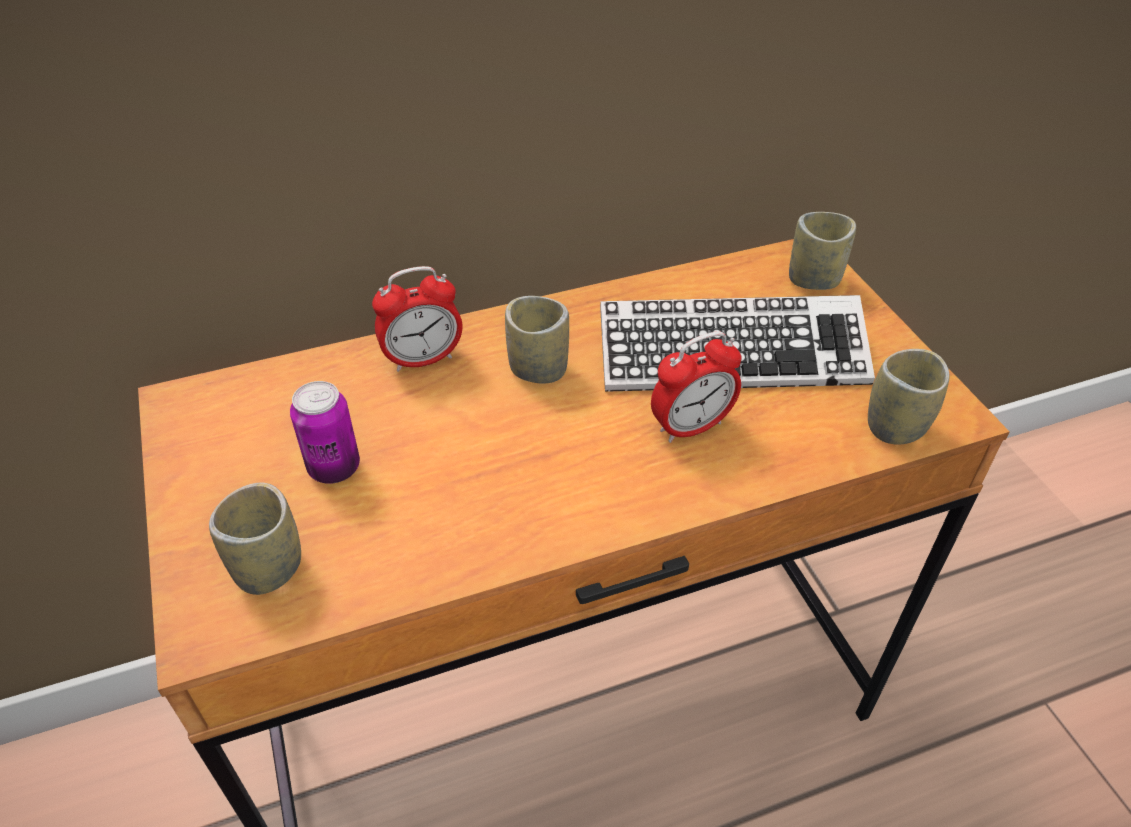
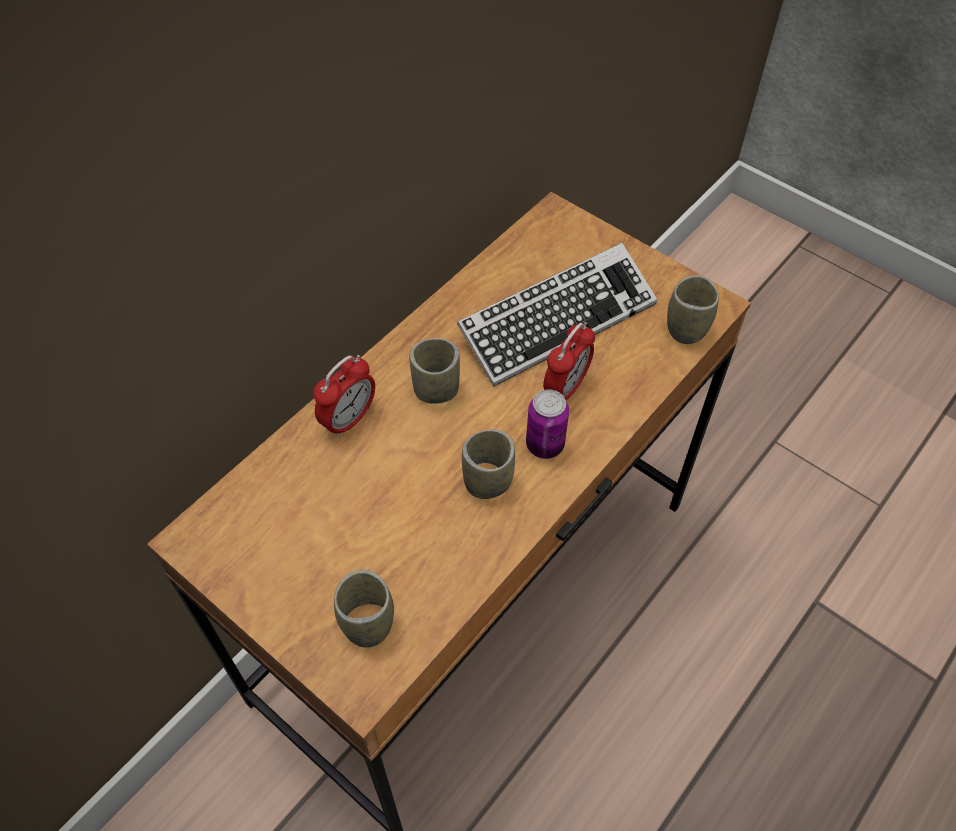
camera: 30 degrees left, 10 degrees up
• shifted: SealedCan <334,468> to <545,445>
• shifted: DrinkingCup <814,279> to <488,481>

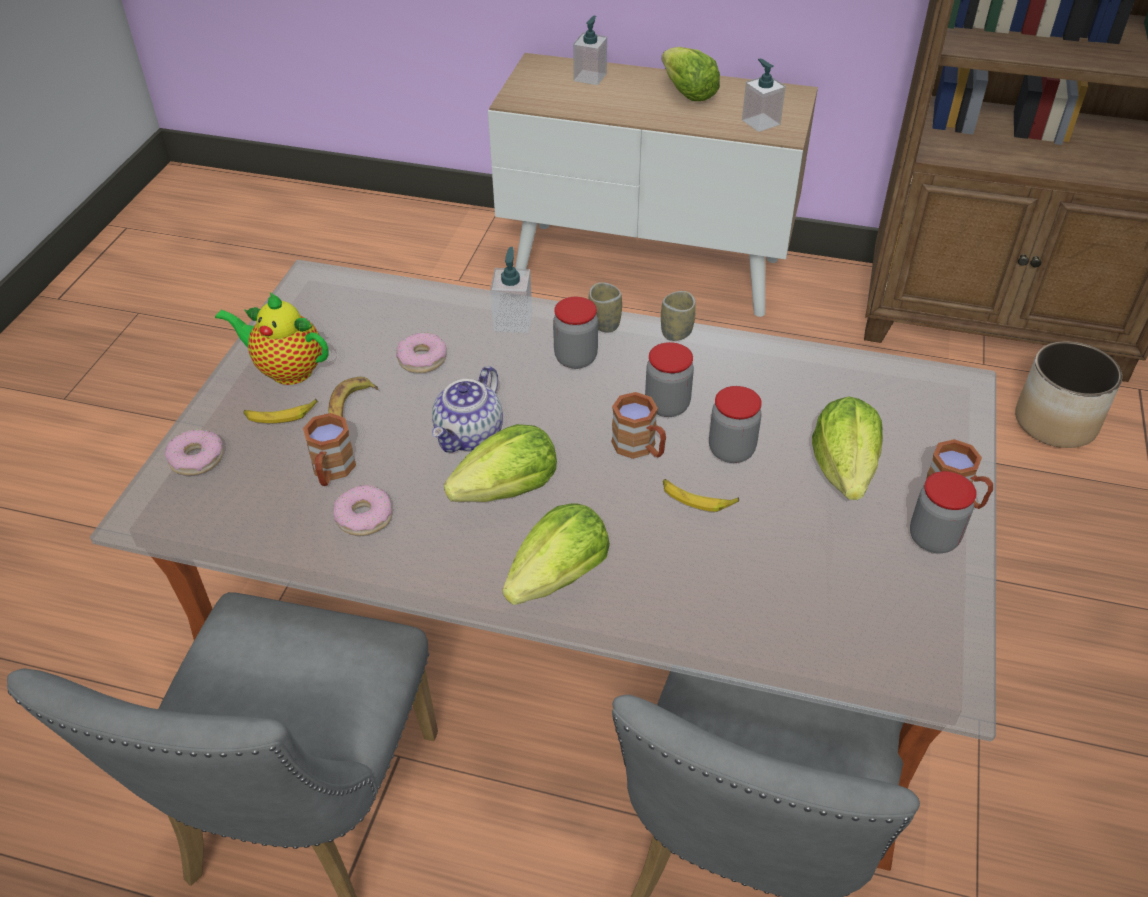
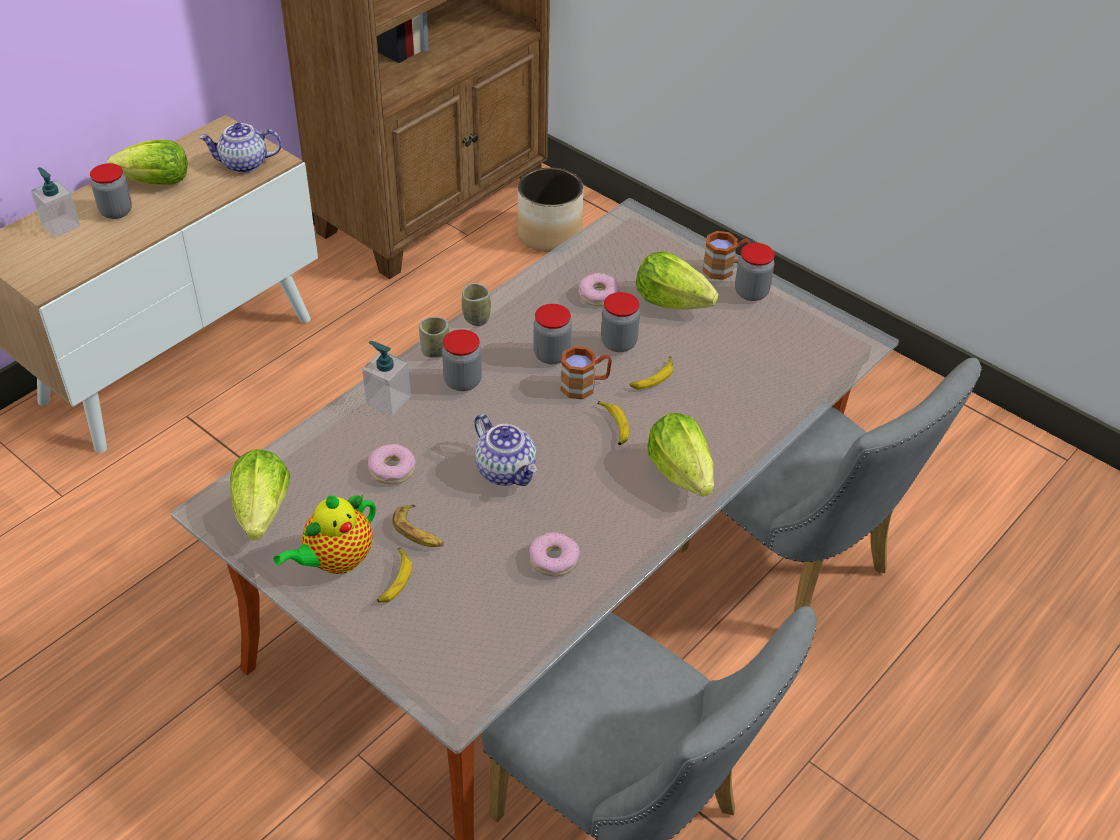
camera: 65 degrees left, 0 degrees up
• shifted: RingDoughnut <196,458> to <598,295>
• gone: BrownMug <331,471>
• shifted: LettuceHead <508,491> to <263,511>
• swapped: LiquidSoapBottle <760,122> to PotForTea <244,164>
• new: PreserveJar <116,211>
• new: WholeBanana <614,426>

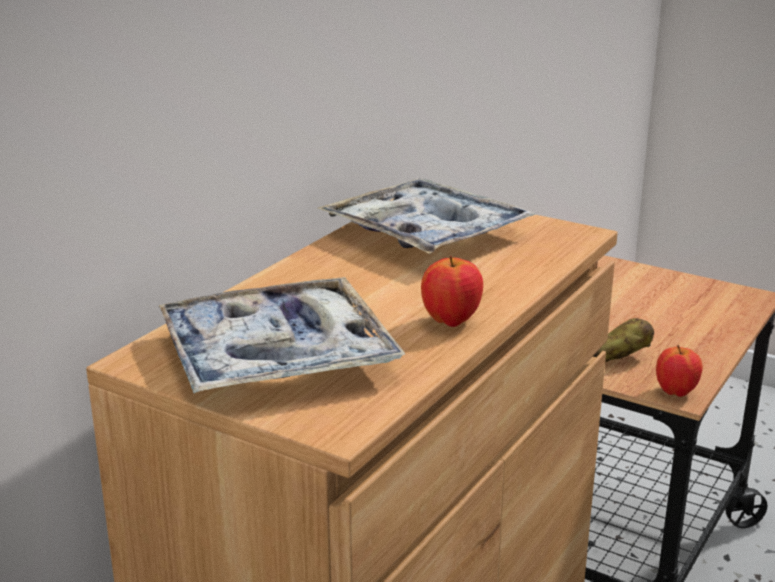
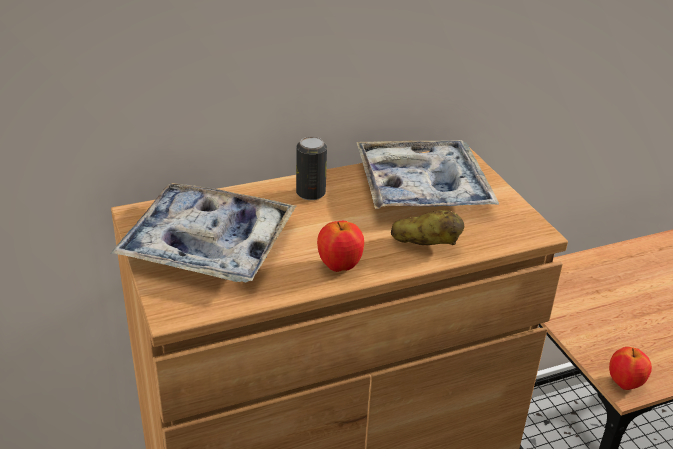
camera: 35 degrees right, 10 degrees up
• shifted: Potato <619,357> to <426,244>
• new: SealedCan <310,193>

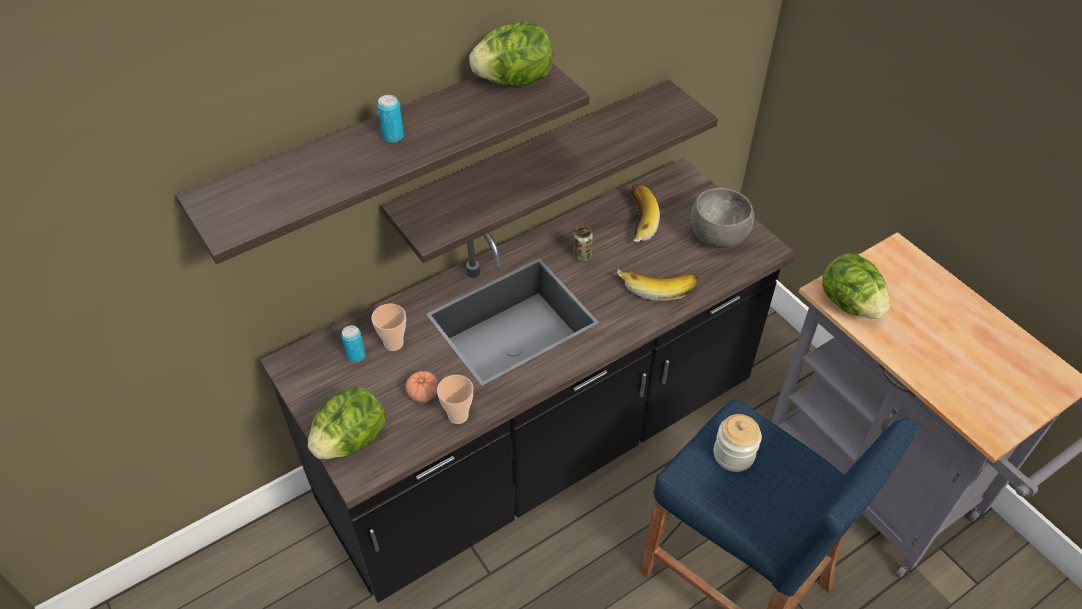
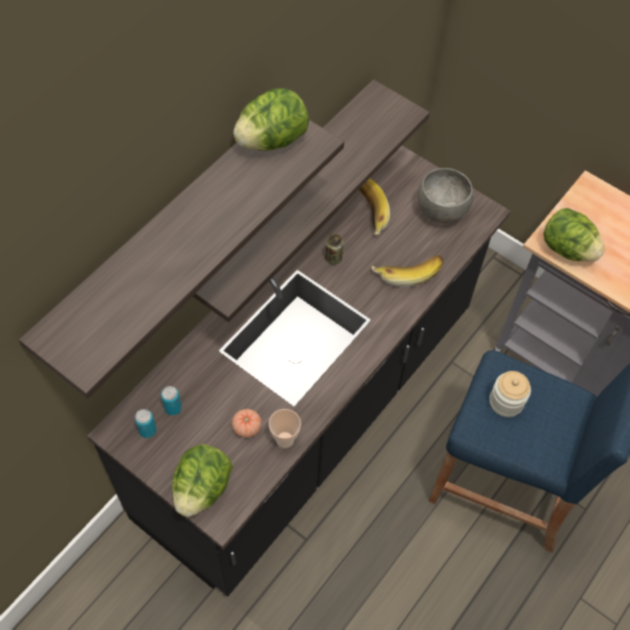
camera: 20 degrees left, 10 degrees up
• gone: DrinkingCup <393,343>
• shifted: SealedCan <393,136> to <147,430>

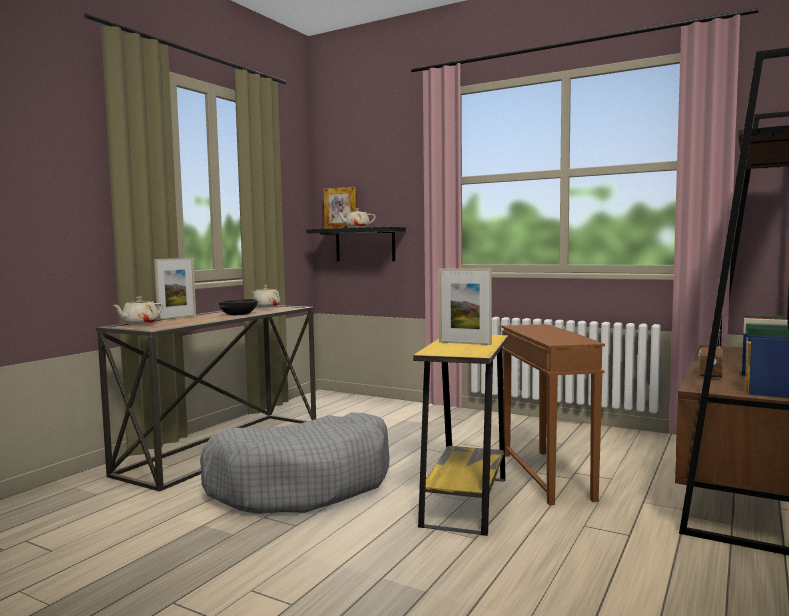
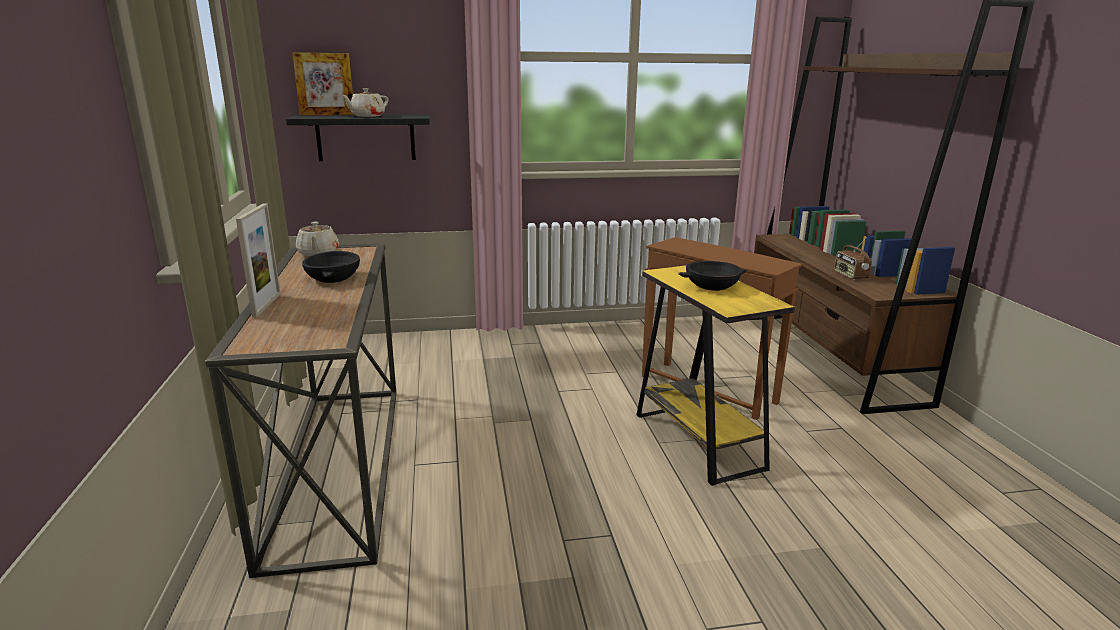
camera: 40 degrees left, 15 degrees up
• gone: BeigeColouredPotForTea <139,324>
• gone: GreyishDogCushion <303,484>
• swapped: StandingFrame <465,343> to BlackDeepDish <712,286>

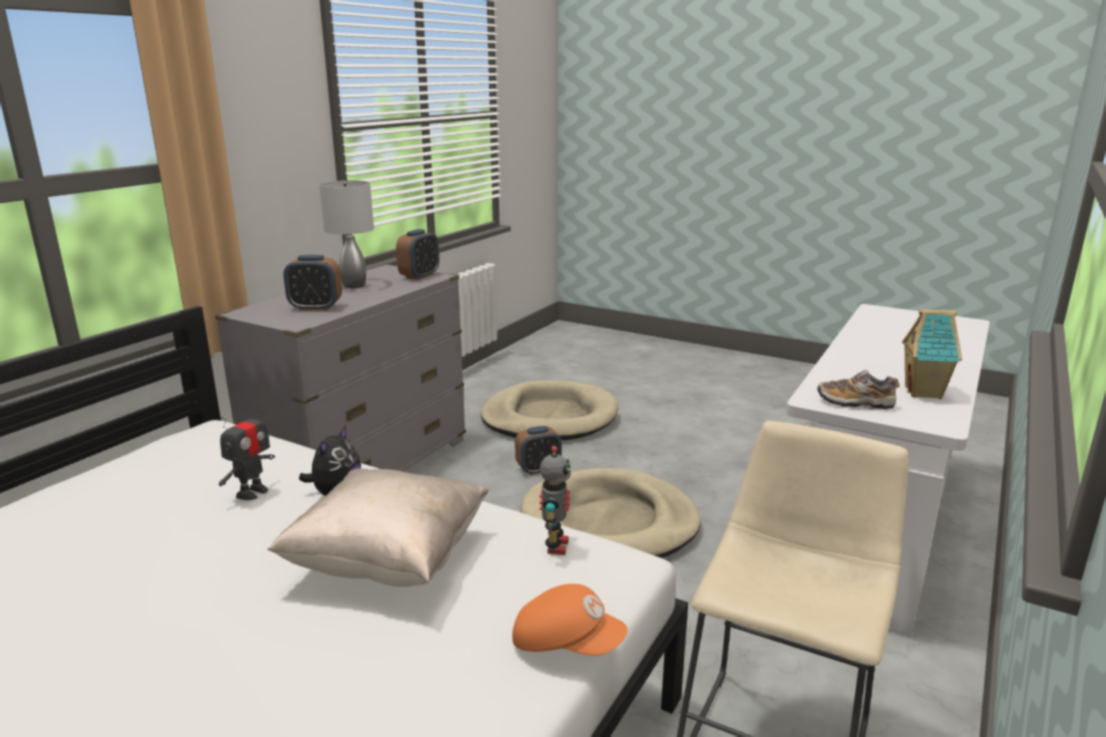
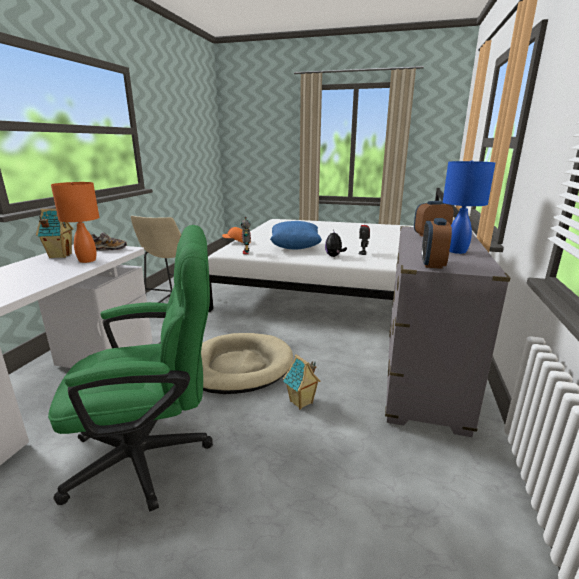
camera: 165 degrees right, 0 degrees up
• repainted: BeigeColouredThrowPillow <389,561> to BlueThrowPillow <295,247>
• repainted: GreyishLampForATable <354,285> to BlueLampForATable <457,251>
• gone: BeigeColouredDogCushion <549,417>
• swapped: TableClock <538,469> to ToyHouse <301,402>
• new: GreenDeskChair <153,455>
• new: OrangeLampForATable <88,260>

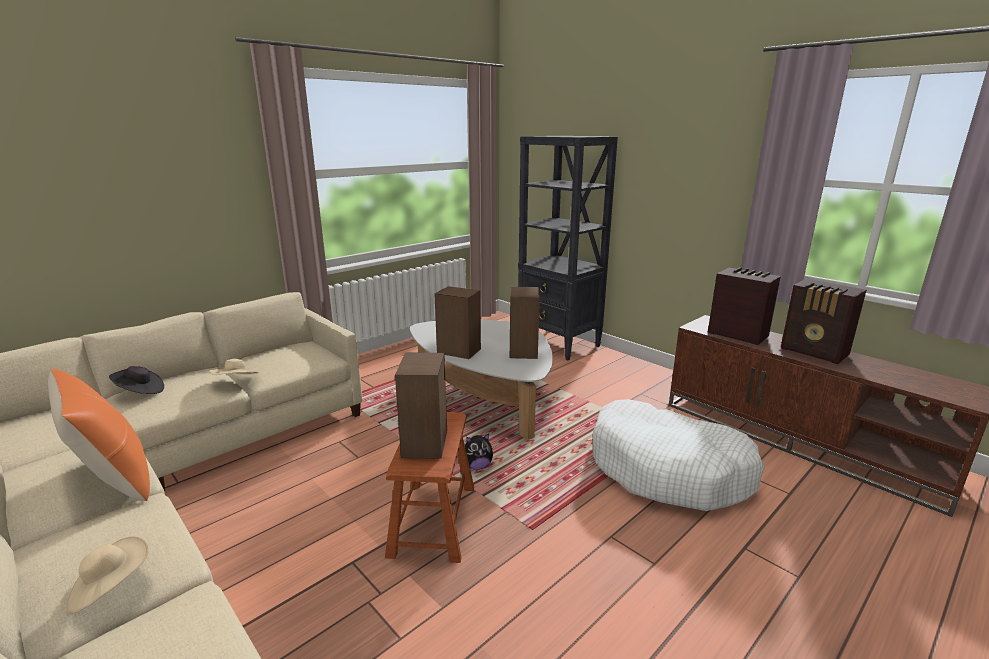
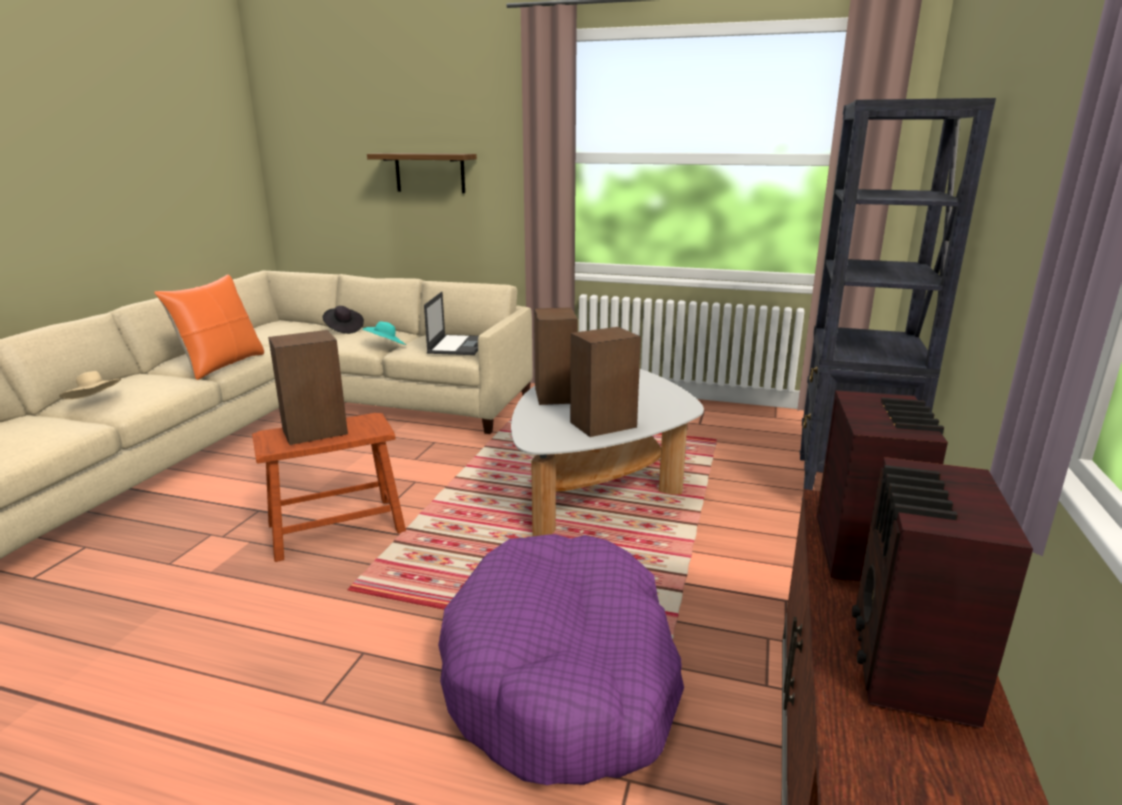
camera: 60 degrees right, 0 degrees up
• repainted: BeigeColouredClothingHat <236,382> to BlueGreenClothingHat <386,346>
• gone: CuddlyToy <477,466>
• repainted: WhitishDogCushion <668,469> to PurpleDogCushion <563,677>
• new: Shelf <430,173>
• new: PortableComputer <458,345>

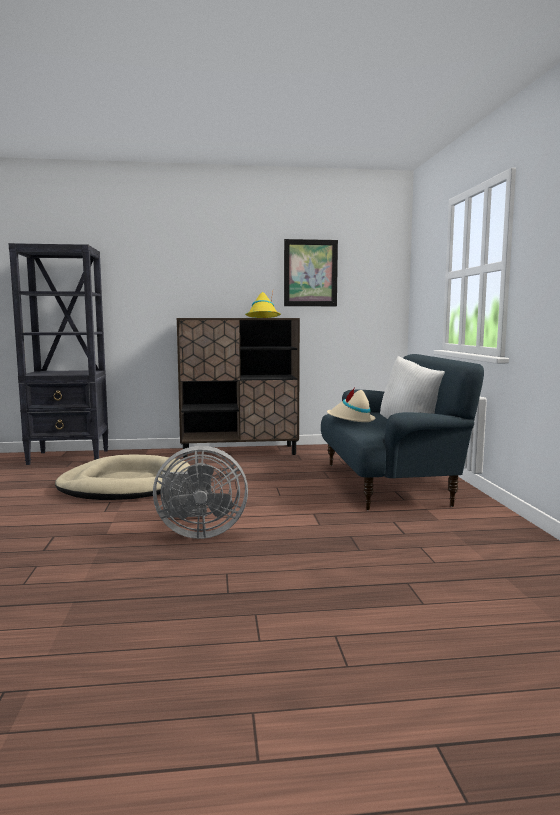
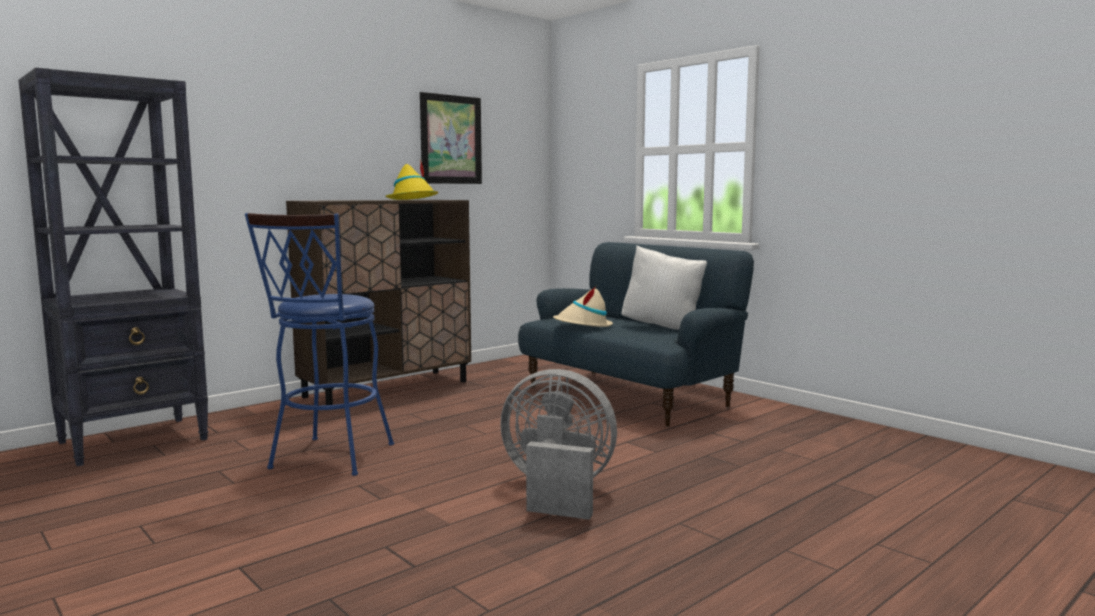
camera: 35 degrees left, 0 degrees up
• swapped: BeigeColouredDogCushion <125,484> to BlueStool <327,459>
• rotated: GreyishCoolingFan <198,532> = <557,491> 120 degrees counterclockwise

